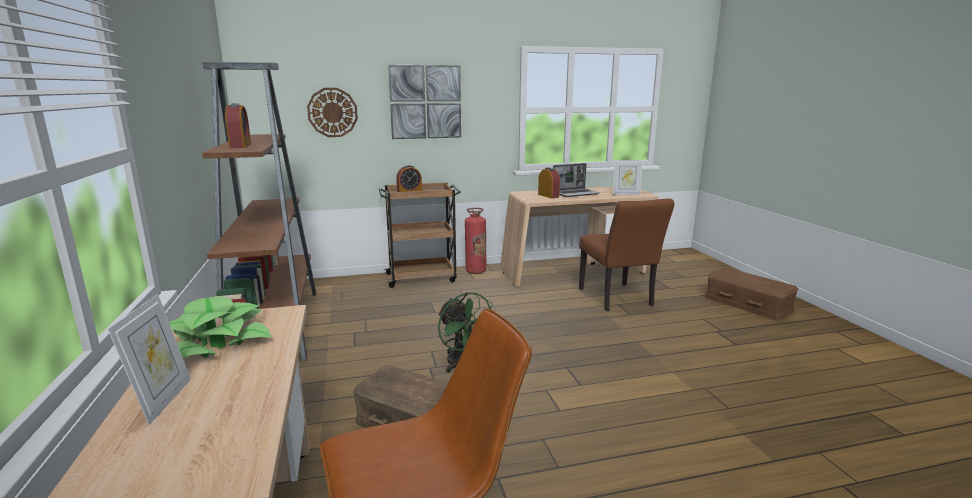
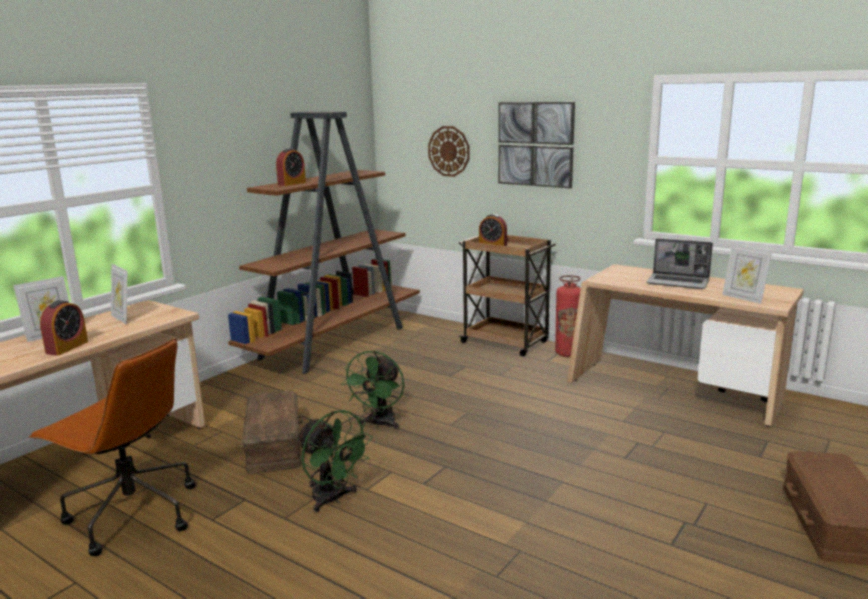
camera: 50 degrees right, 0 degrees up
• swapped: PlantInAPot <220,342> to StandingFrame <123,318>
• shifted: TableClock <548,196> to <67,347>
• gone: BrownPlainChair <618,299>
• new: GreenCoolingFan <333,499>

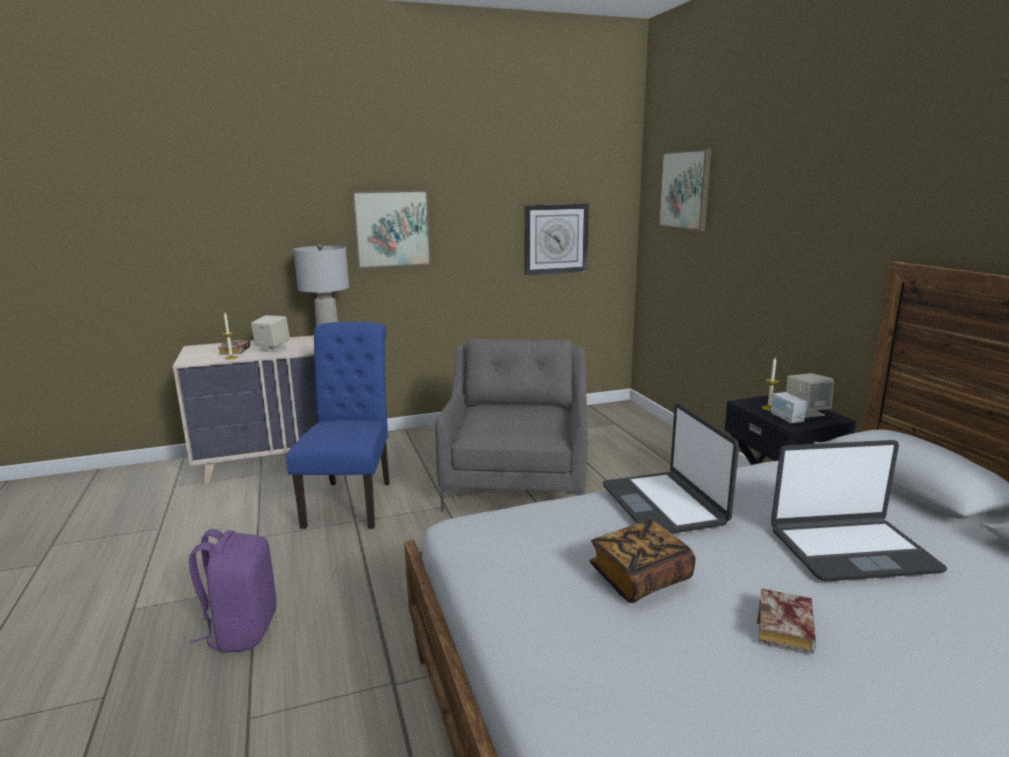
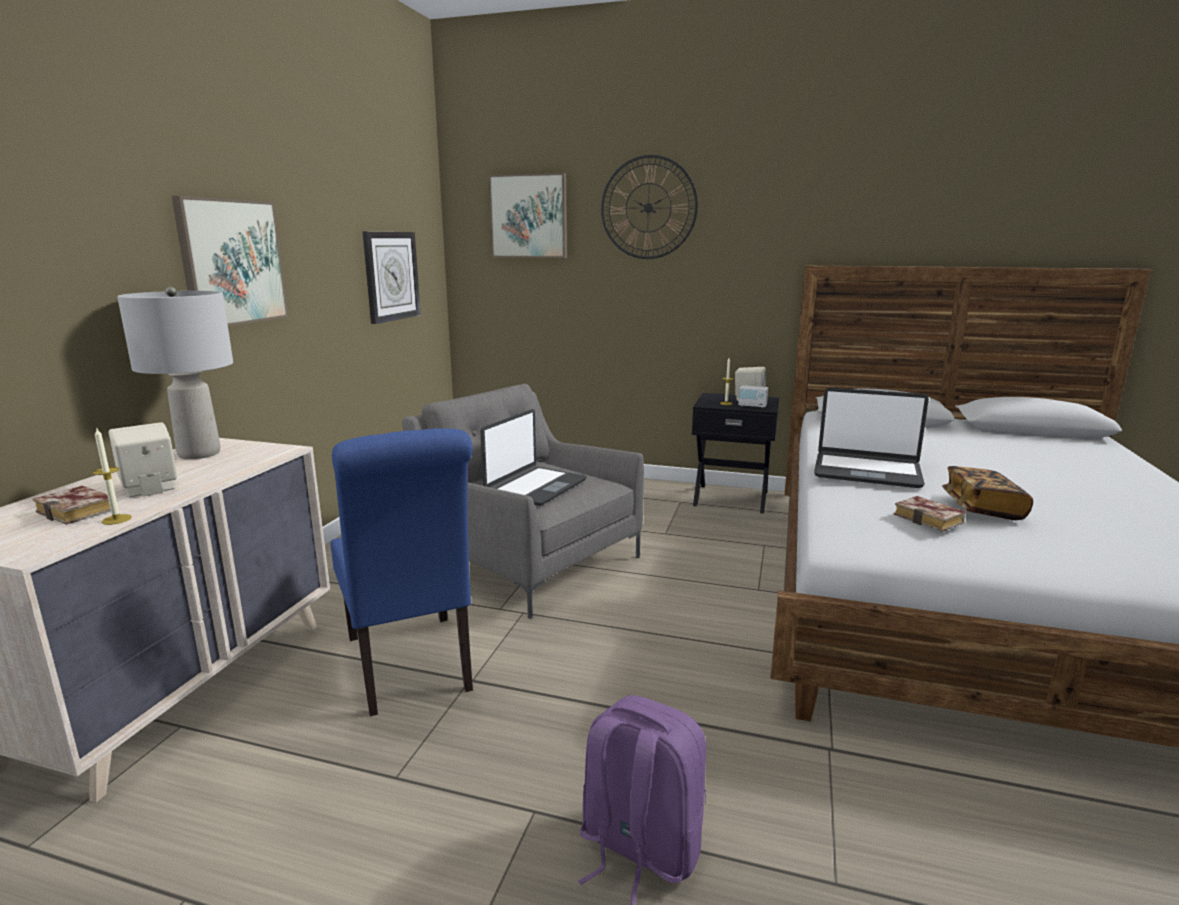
camera: 55 degrees left, 0 degrees up
• rotated: BluePlainChair <351,500> = <411,668> 150 degrees counterclockwise
• shifted: Volume <787,629> to <931,519>
• shifted: PortableComputer <851,549> to <535,487>
• new: ClockOnTheWall <648,208>

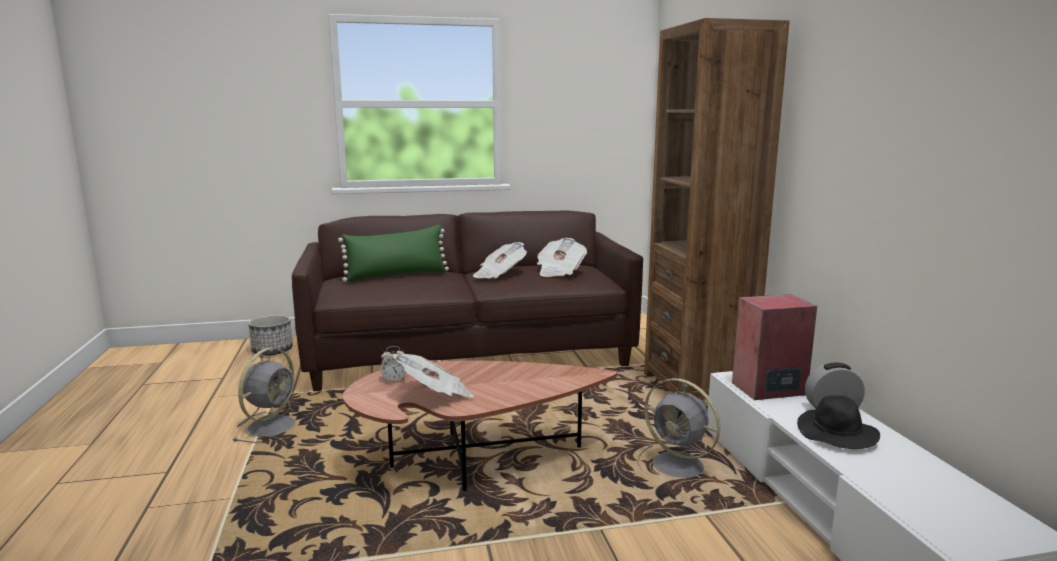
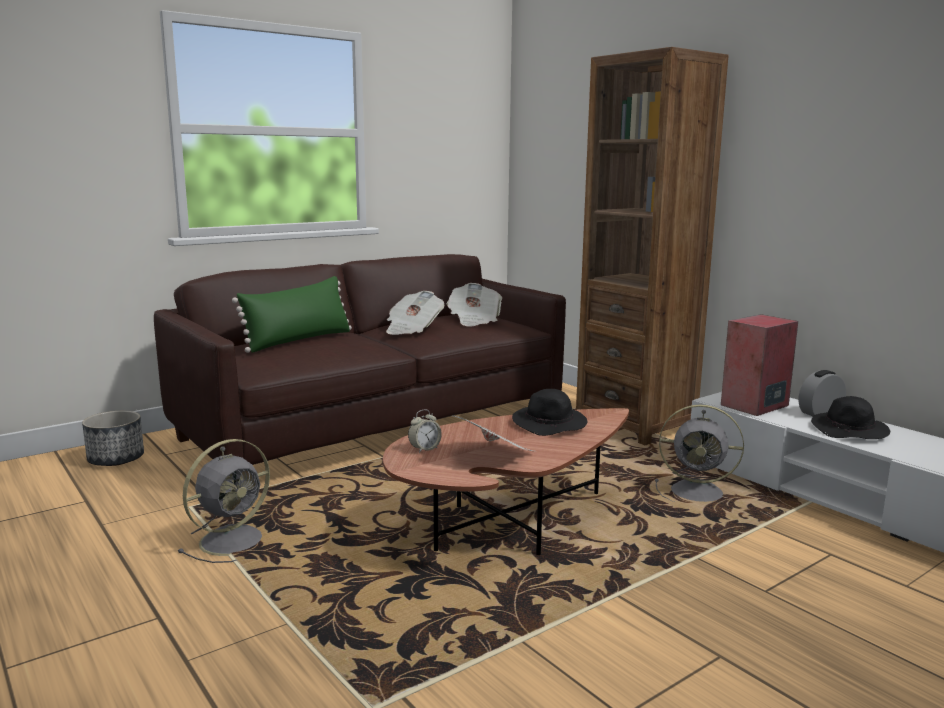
camera: 25 degrees left, 0 degrees up
• rotated: GreyishCoolingFan <273,426> = <234,539> 45 degrees clockwise
• new: BlackClothingHat <550,425>

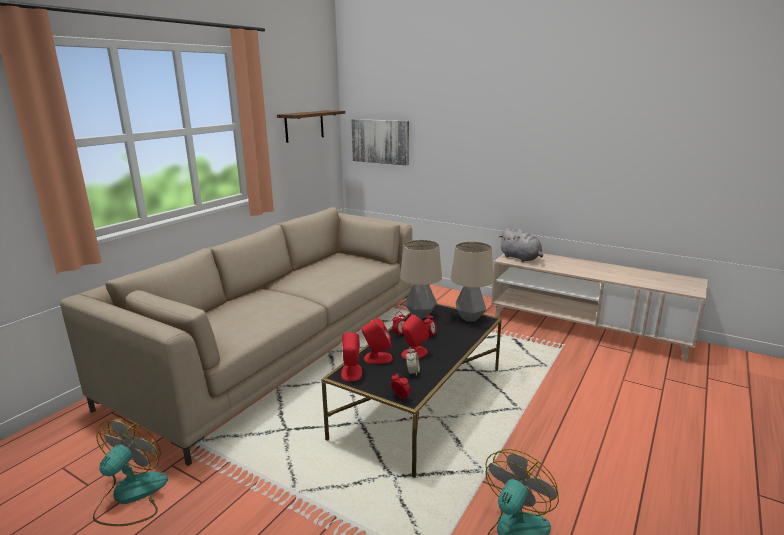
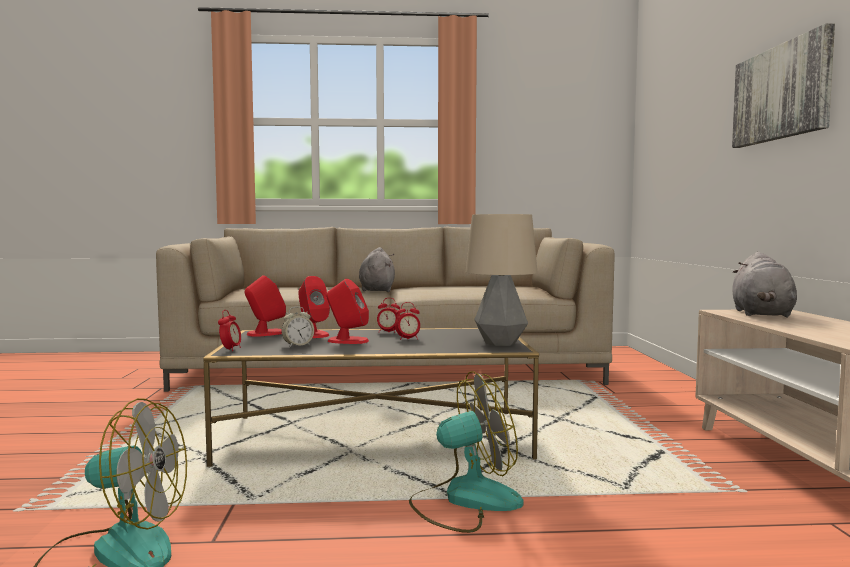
camera: 55 degrees right, 15 degrees down
• shifted: CoolingFan <130,496> to <465,500>
• gone: Shelf <304,126>
• shifted: WallArt <380,141> to <781,93>
• gone: LampForATable <420,315>
• new: GreyishCuddlyToy <377,290>

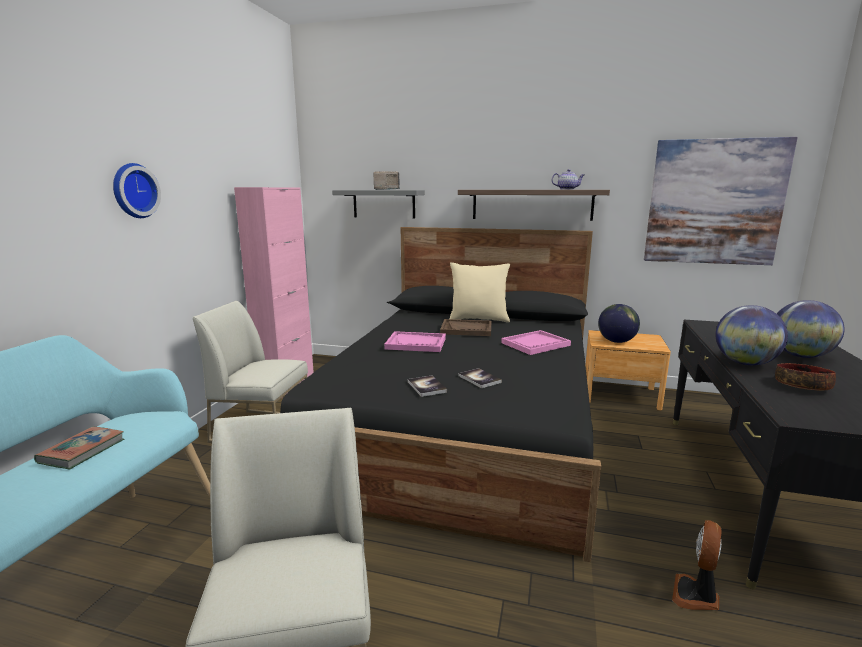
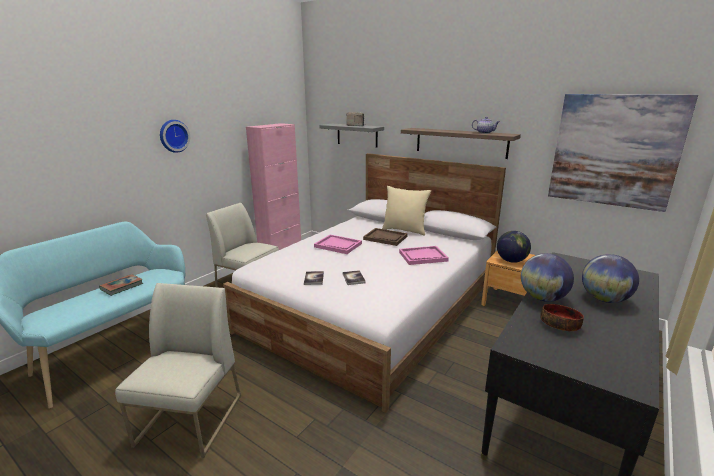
camera: 20 degrees right, 5 degrees up
• repainted: BlackBedroomBed <464,426> to WhitishBedroomBed <374,307>
• gone: CoolingFan <696,596>

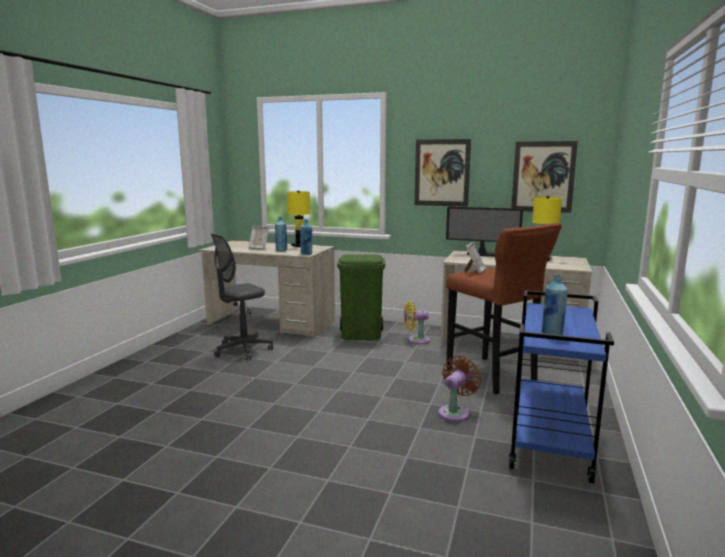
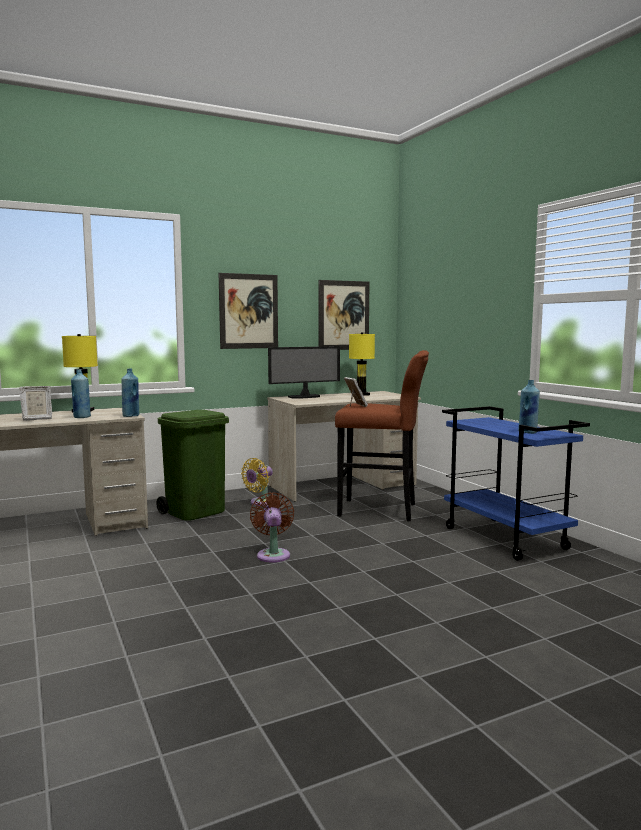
camera: 45 degrees left, 5 degrees down
• gone: GreyishDeskChair <243,350>
• shifted: BrownCoolingFan <455,412> to <273,554>

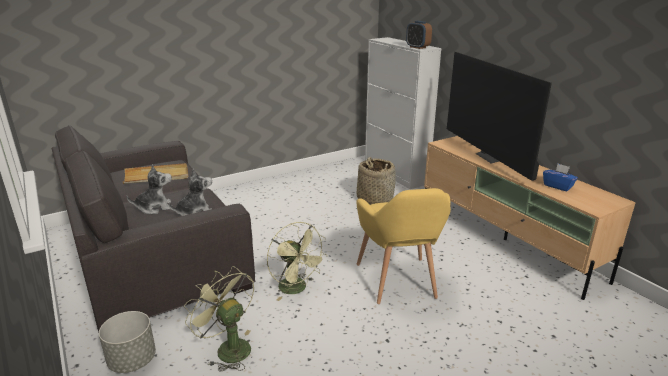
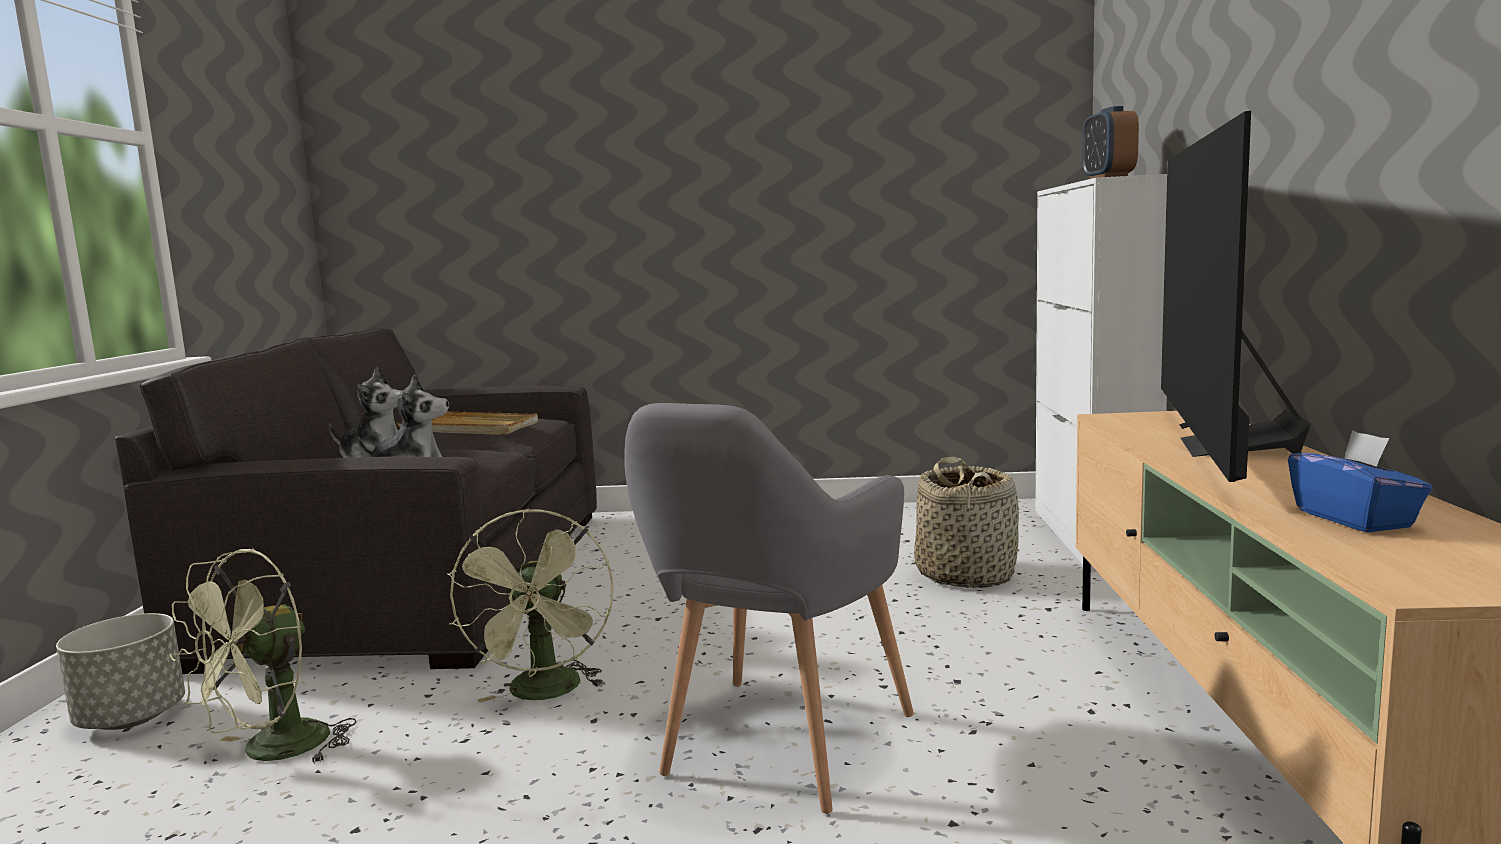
camera: 35 degrees right, 15 degrees down
• rotated: GreenCoolingFan <228,348> = <272,752> 135 degrees counterclockwise
• repainted: YellowColouredEasyChair <399,284> to GreyishEasyChair <775,752>

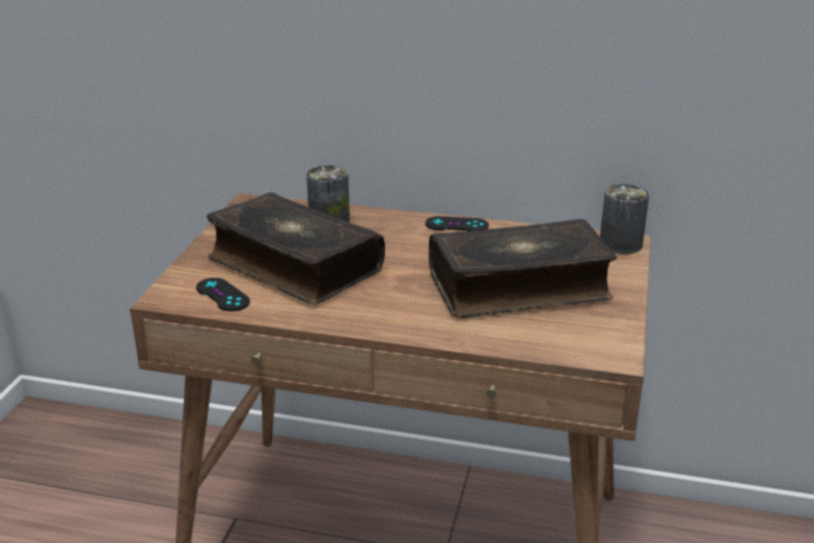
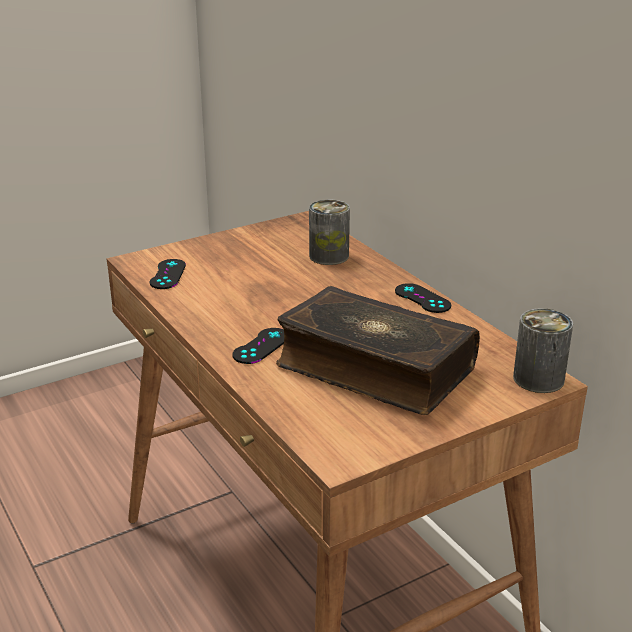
camera: 45 degrees right, 0 degrees up
• gone: Volume <293,265>
• new: BlackGamepad <261,346>

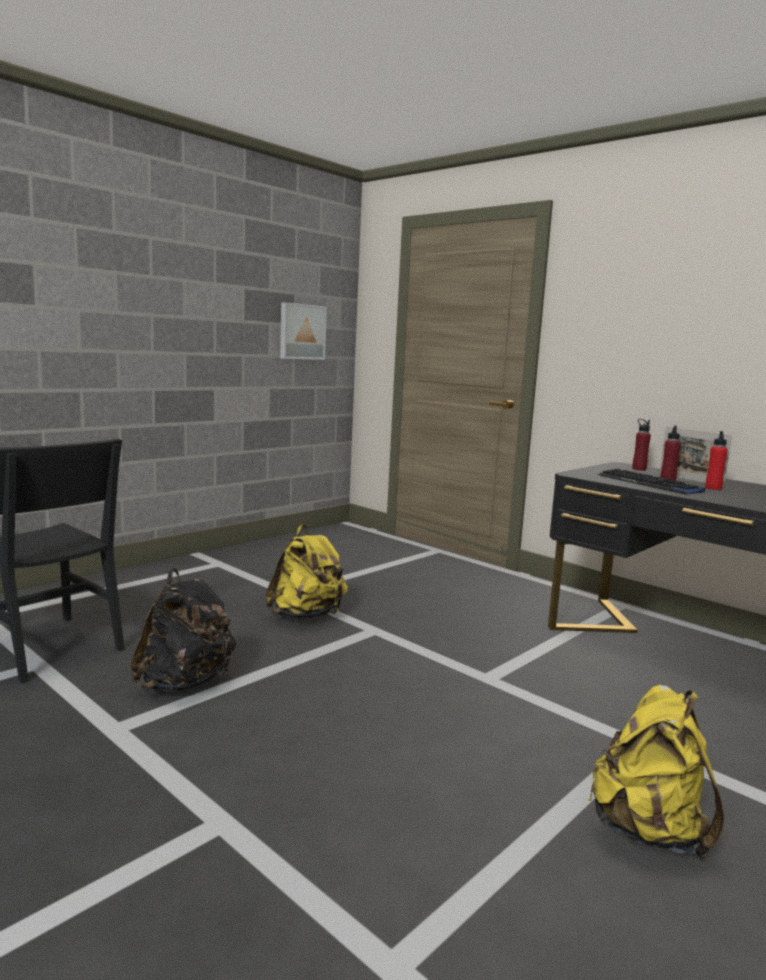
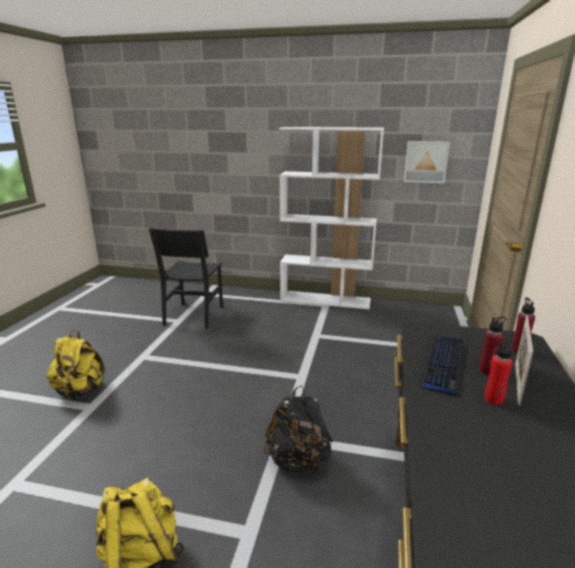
camera: 60 degrees right, 10 degrees up
• shifted: BlackBackpack <185,683> to <298,461>
• shifted: YellowColouredBackpack <306,616> to <80,391>
• new: WhitishBookshelf <326,300>

